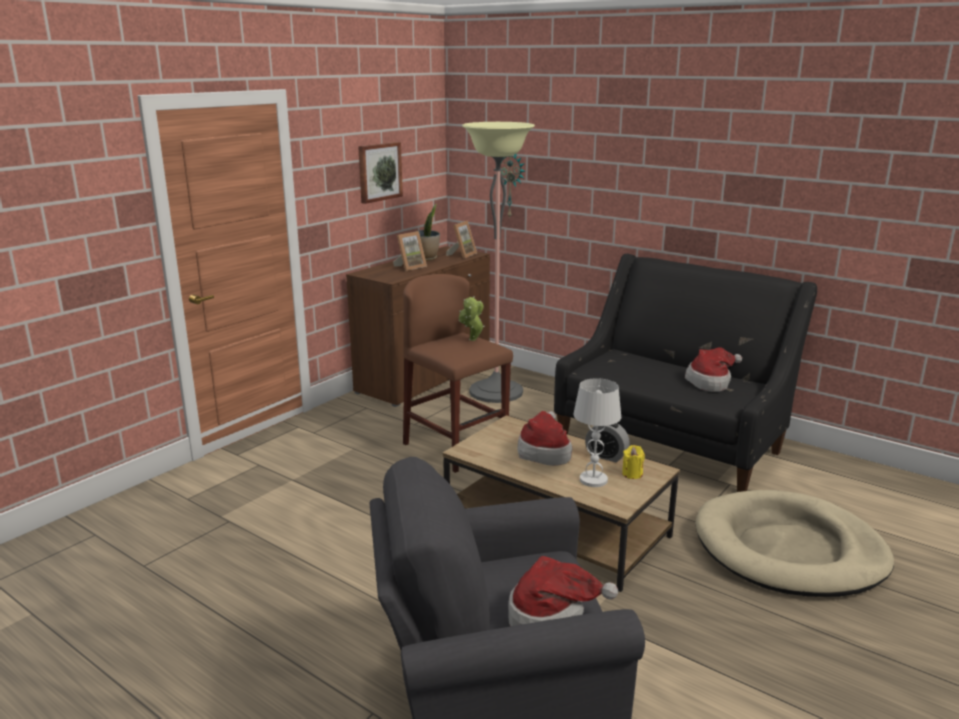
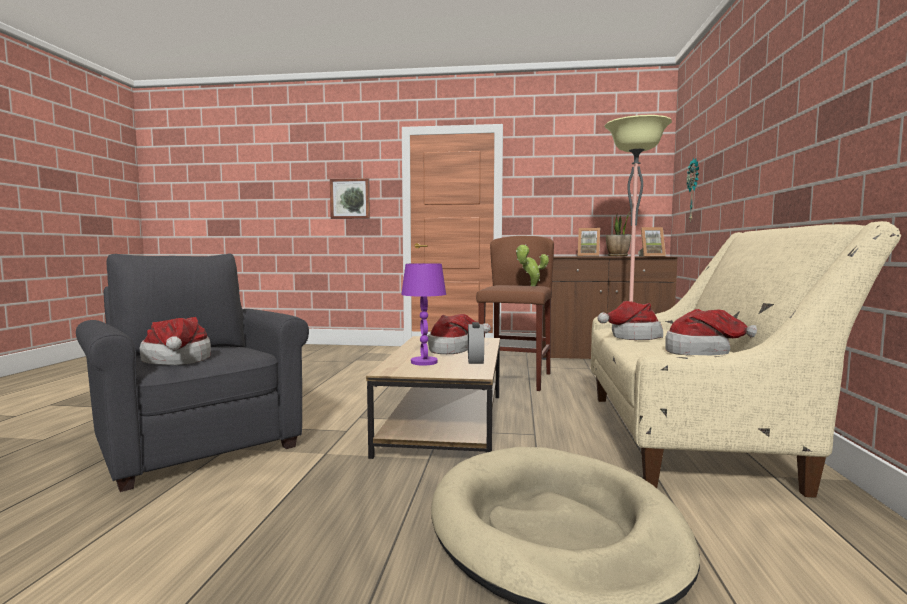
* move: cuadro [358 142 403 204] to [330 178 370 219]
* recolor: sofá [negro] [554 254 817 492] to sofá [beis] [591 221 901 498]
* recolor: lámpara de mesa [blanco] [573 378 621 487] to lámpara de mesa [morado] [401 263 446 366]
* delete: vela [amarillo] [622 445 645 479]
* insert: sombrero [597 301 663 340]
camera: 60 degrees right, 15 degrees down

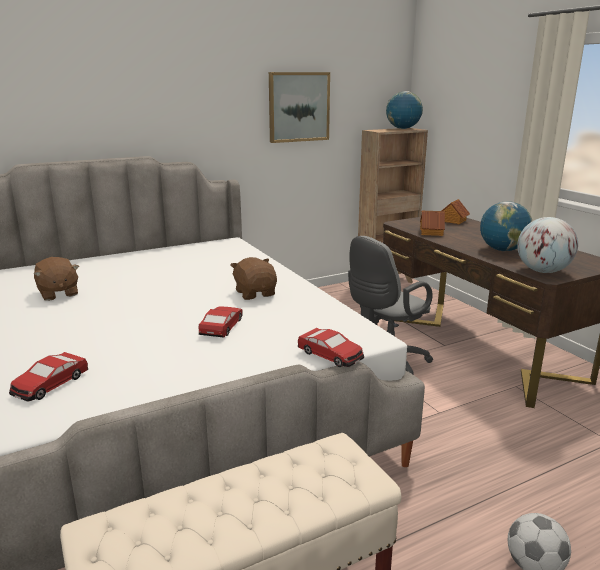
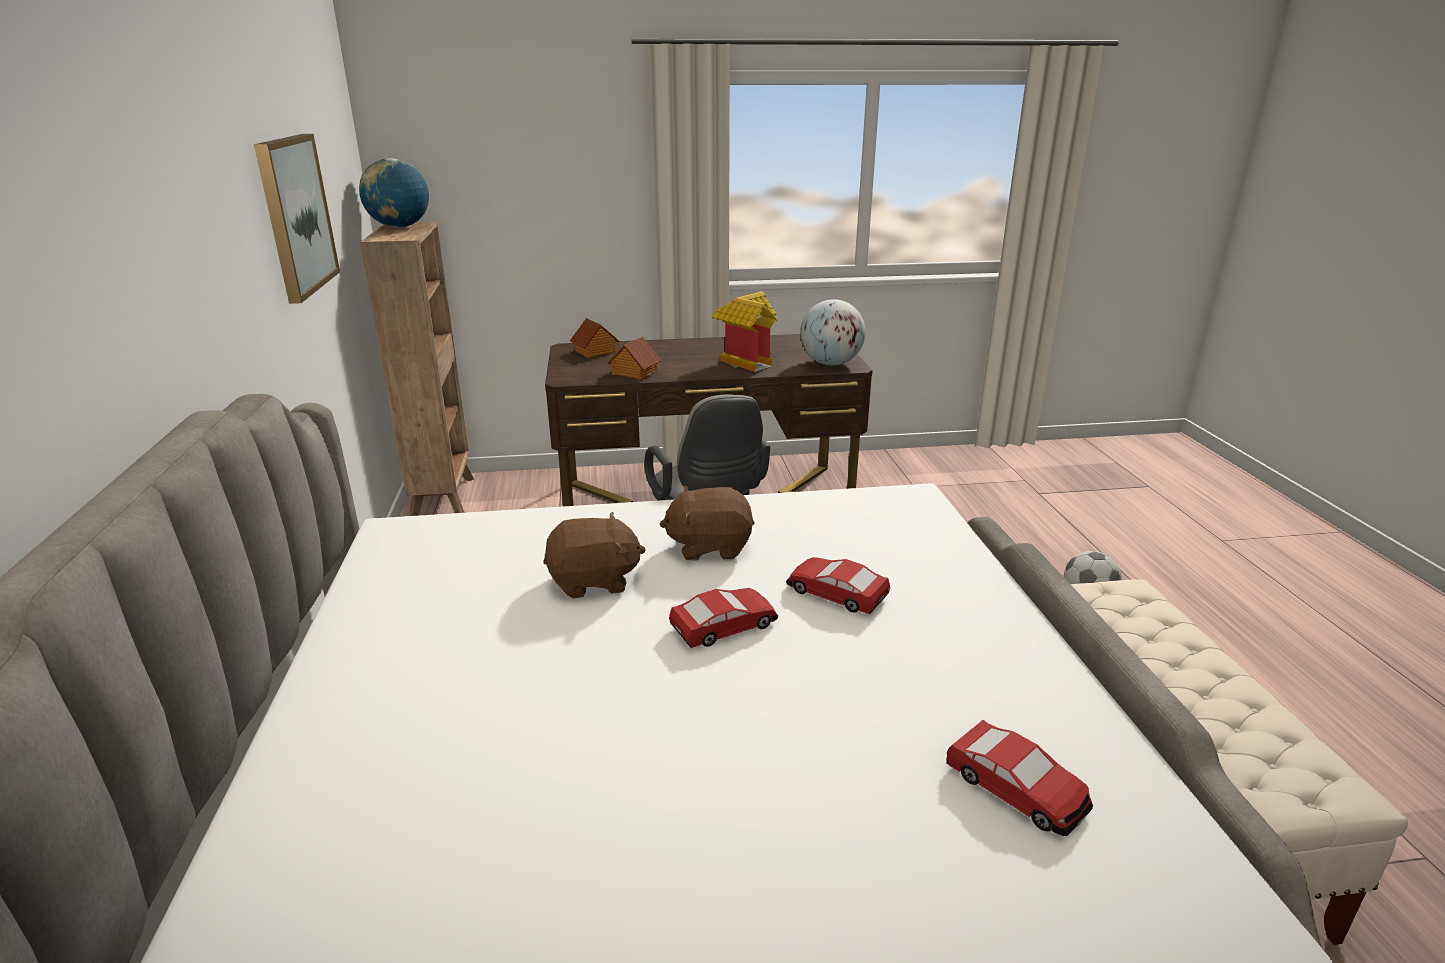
* replace: globo terráqueo [480 201 532 251] to casita [712 292 777 372]
* move: peluche [marrón] [34 257 79 301] to [543 512 646 598]
* move: coche de juguete [298 328 364 367] to [669 588 778 648]
camera: 70 degrees left, 5 degrees up

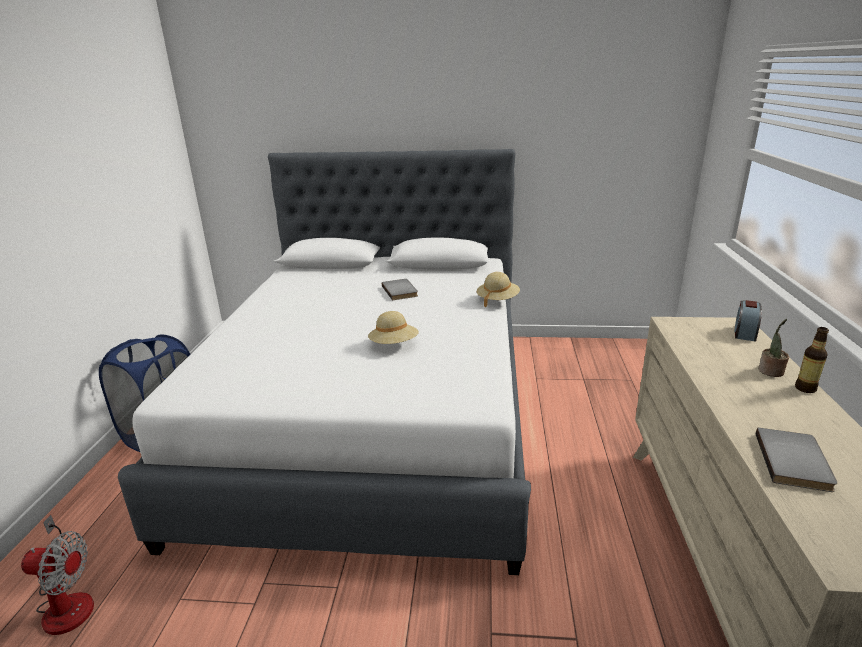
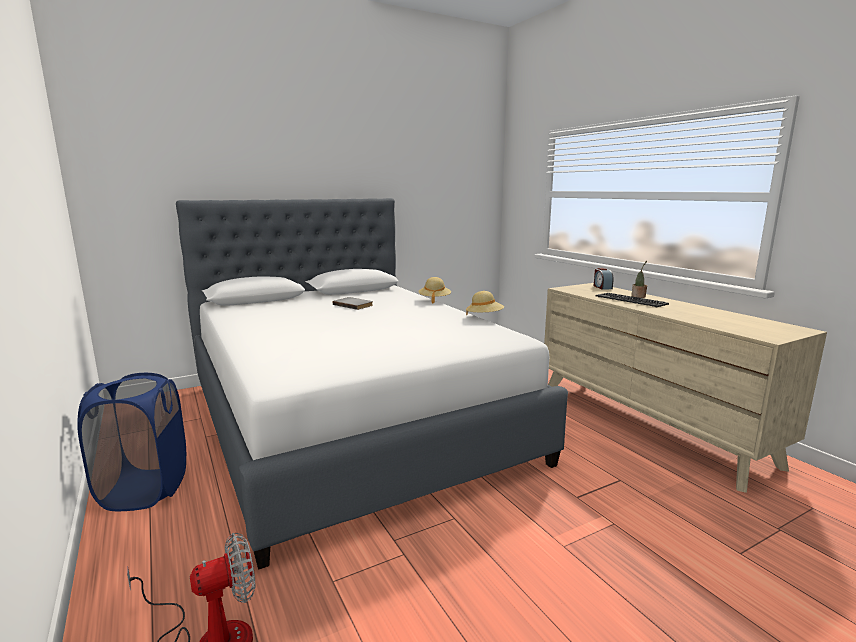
* move: sombrero [beis] [368 311 419 344] to [466 291 504 315]
* delete: botella [795 327 829 393]
* delete: libro [gris] [756 428 837 492]
* insert: teclado [596 293 669 308]
camera: 35 degrees left, 10 degrees down

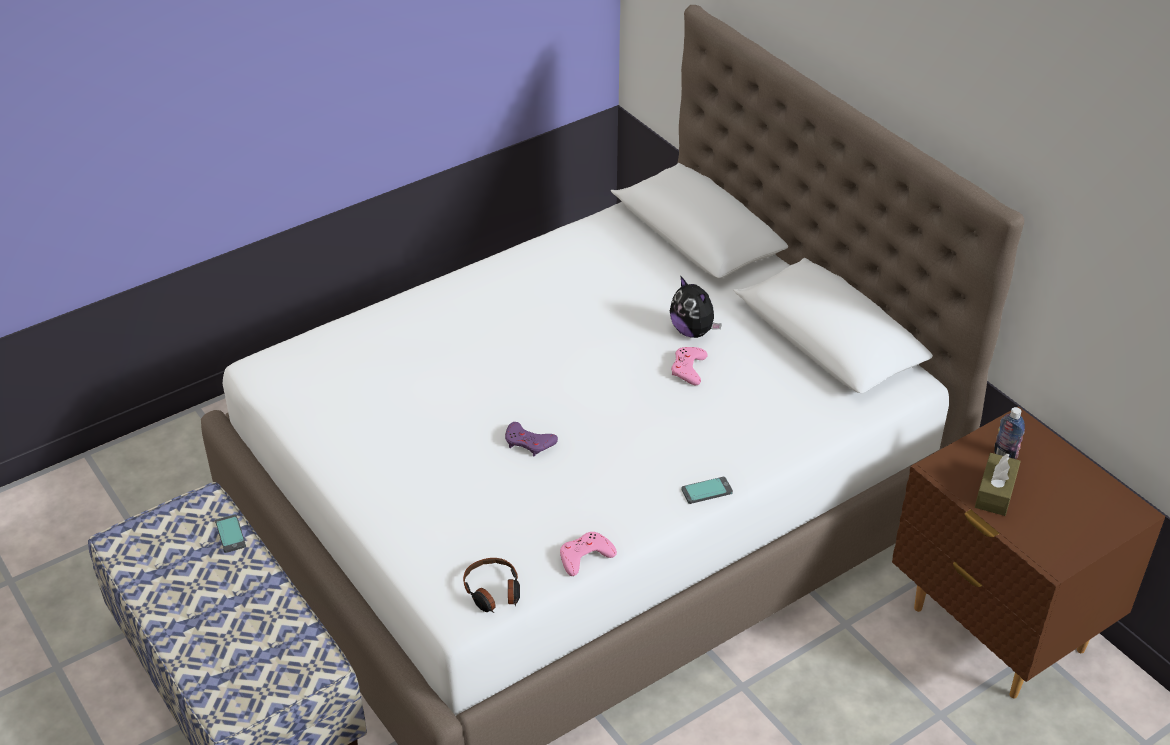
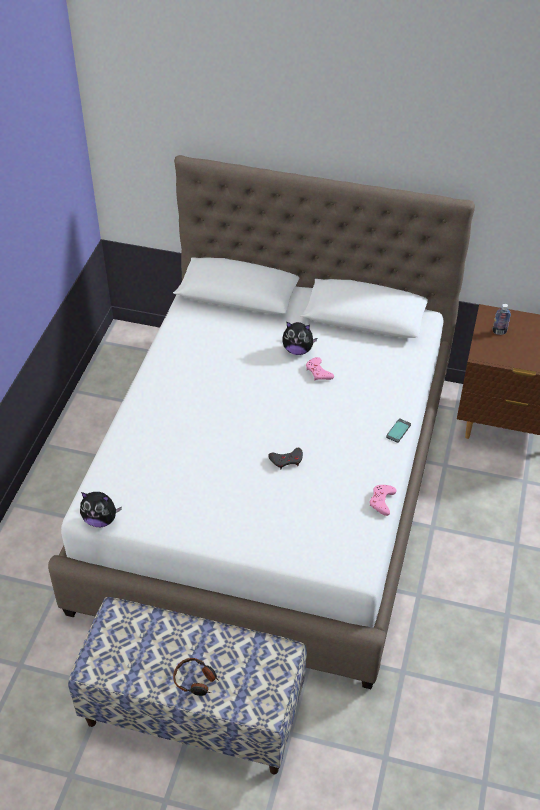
* recolor: mando de consola [morado] [505 422 558 457] to mando de consola [gris] [268 448 303 469]
* delete: caja de pañuelos [marrón] [975 453 1021 516]
* delete: móvil [215 514 246 553]
* move: auriculares [463 558 520 613] to [173 658 219 696]
* insert: peluche [80 492 122 527]
camera: 40 degrees left, 5 degrees up

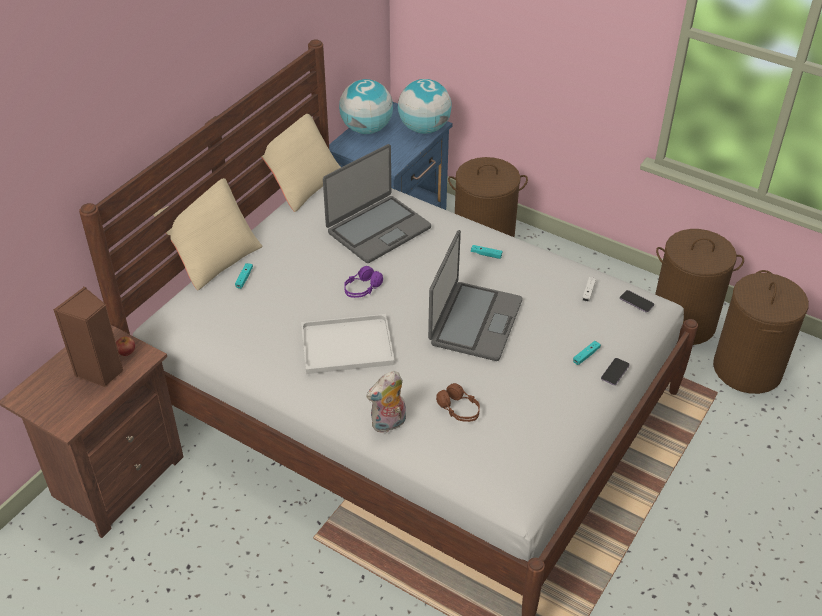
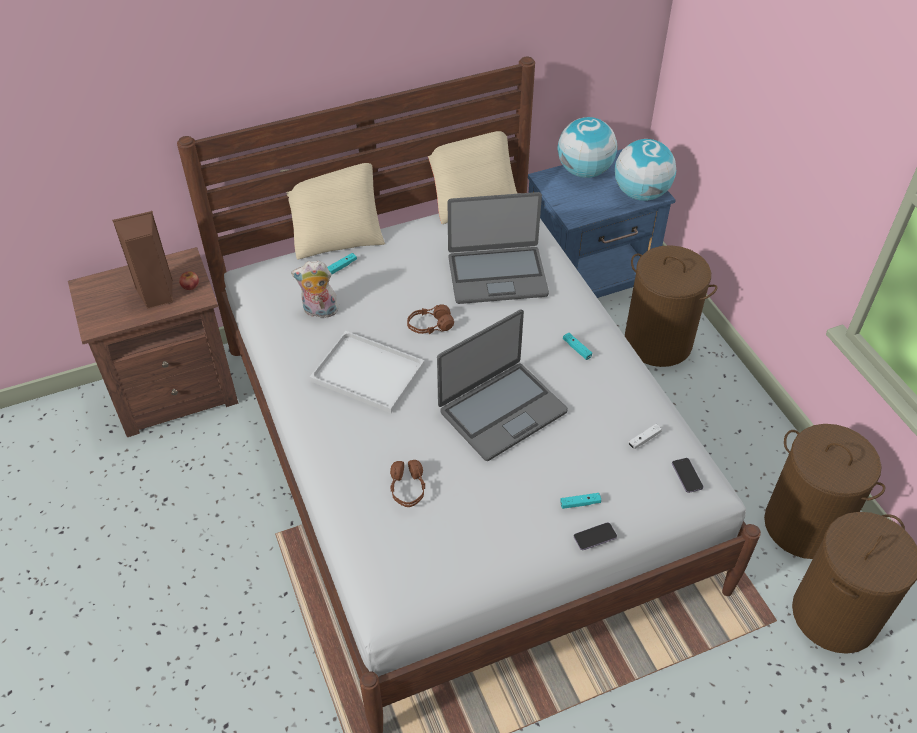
* recolor: auriculares [morado] [344 266 383 298] to auriculares [marrón] [407 305 454 334]
* move: peluche [366 371 406 434] to [291 261 338 318]
camera: 35 degrees right, 5 degrees up

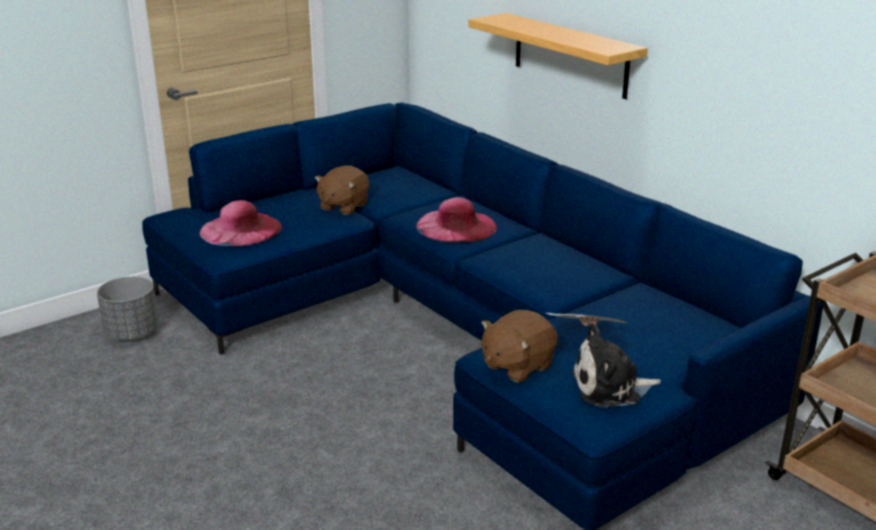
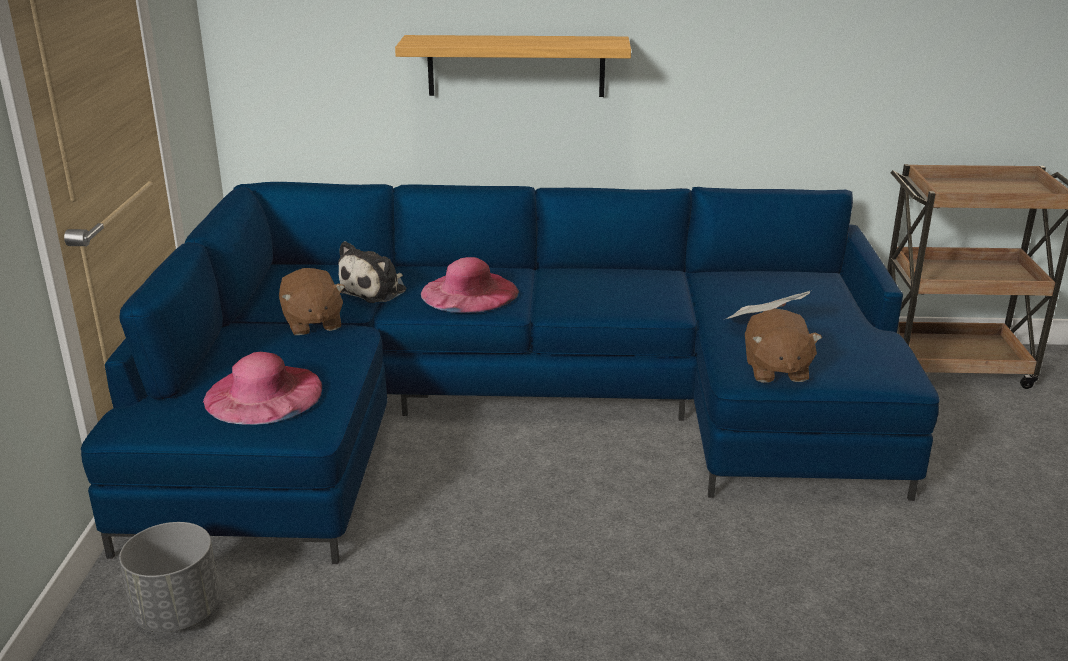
* move: peluche [572 324 661 407] to [338 241 406 303]
camera: 50 degrees left, 0 degrees up

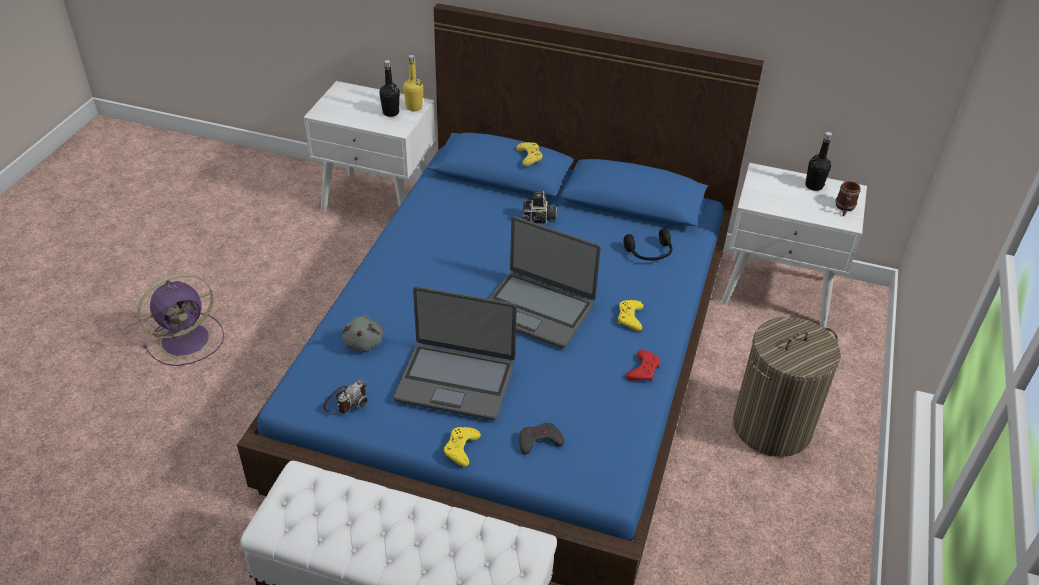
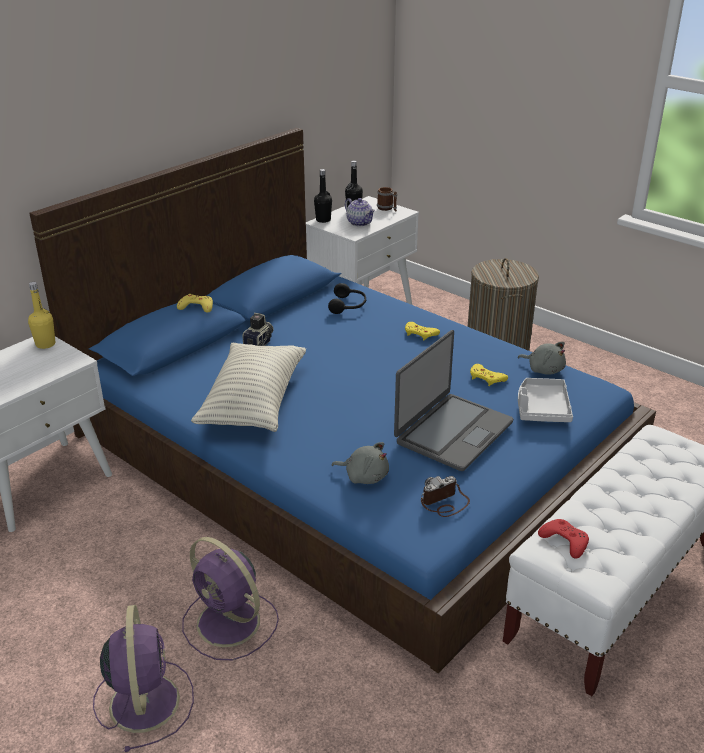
* move: botella [negro] [379 60 400 117] to [314 169 332 223]
* delete: portátil [489 216 601 349]
* move: mando de consola [rojo] [626 350 660 381] to [538 519 589 559]
* rotate: cámara [323 380 368 413] = [421 476 470 517] 90 degrees counterclockwise
* replace: mando de consola [gris] [519 423 564 455] to bandeja [gris] [518 378 573 422]
* move: mando de consola [amarillo] [444 427 481 467] to [470 364 508 386]
* insert: tetera [345 198 375 226]
* insert: peluche [gris] [518 342 566 375]
* insert: cojín [191 343 306 432]
* insert: ventilador [morado] [182 537 279 660]
camera: 65 degrees left, 10 degrees down

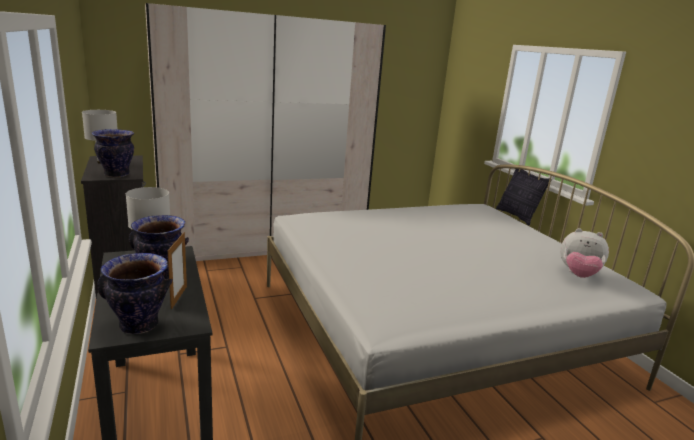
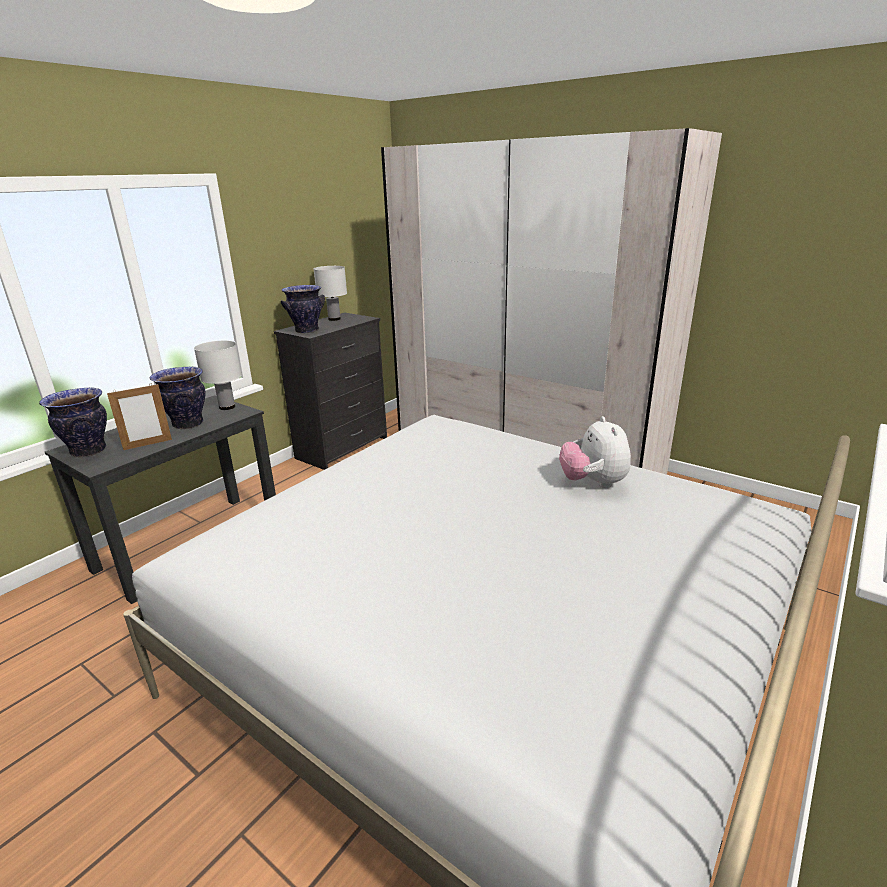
* delete: cojín [496 169 552 226]
* move: peluche [560 228 609 278] to [559 416 631 488]
camera: 60 degrees right, 5 degrees up

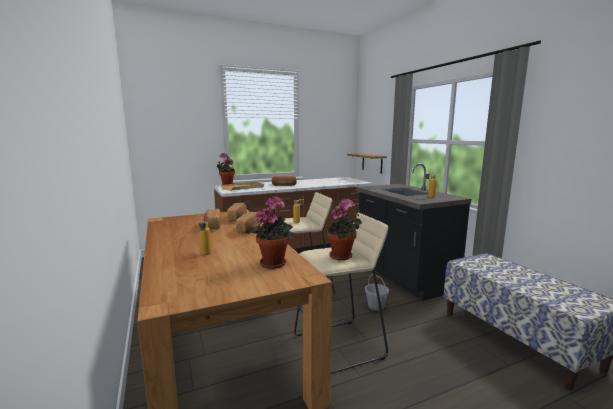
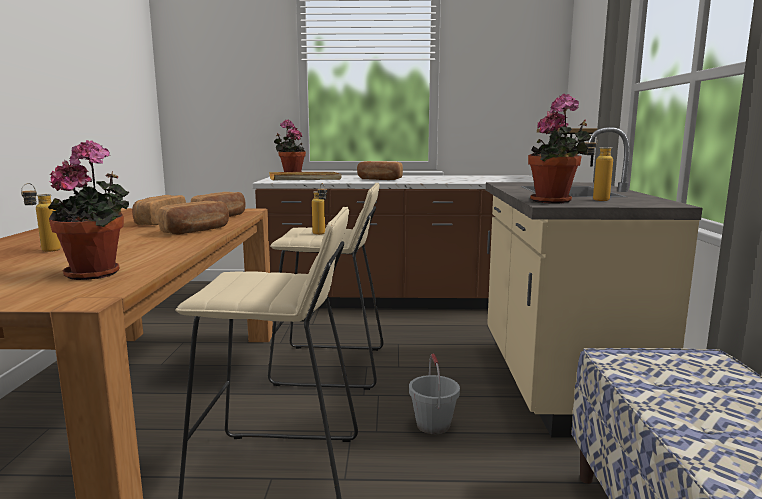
* recolor: mueble bajo de cocina [negro] [356 163 471 301] to mueble bajo de cocina [beis] [486 127 703 438]
* move: planta en maceta [327 198 362 260] to [528 94 591 204]
camera: 25 degrees right, 0 degrees up

